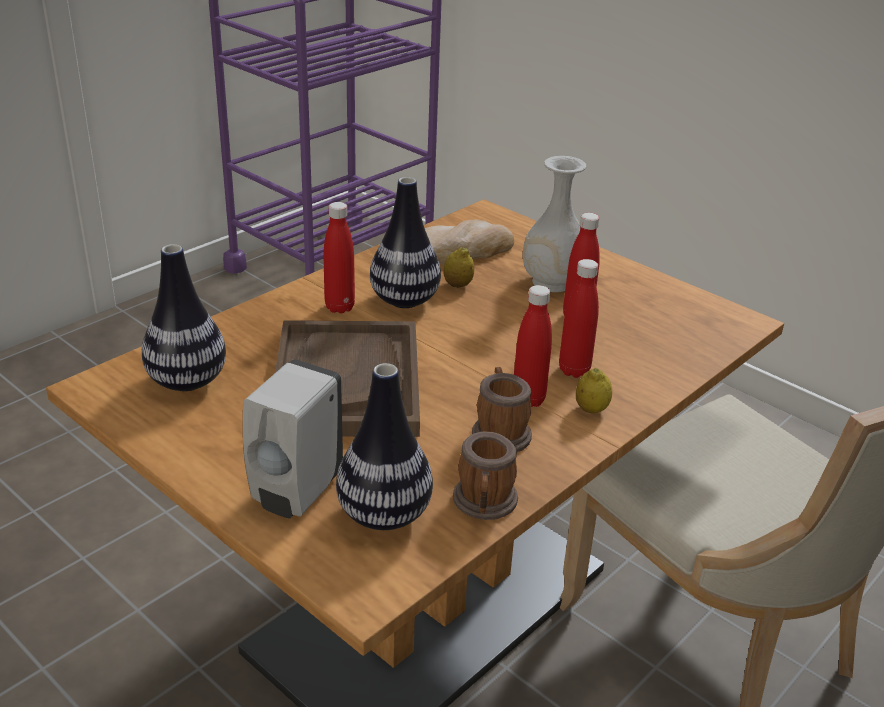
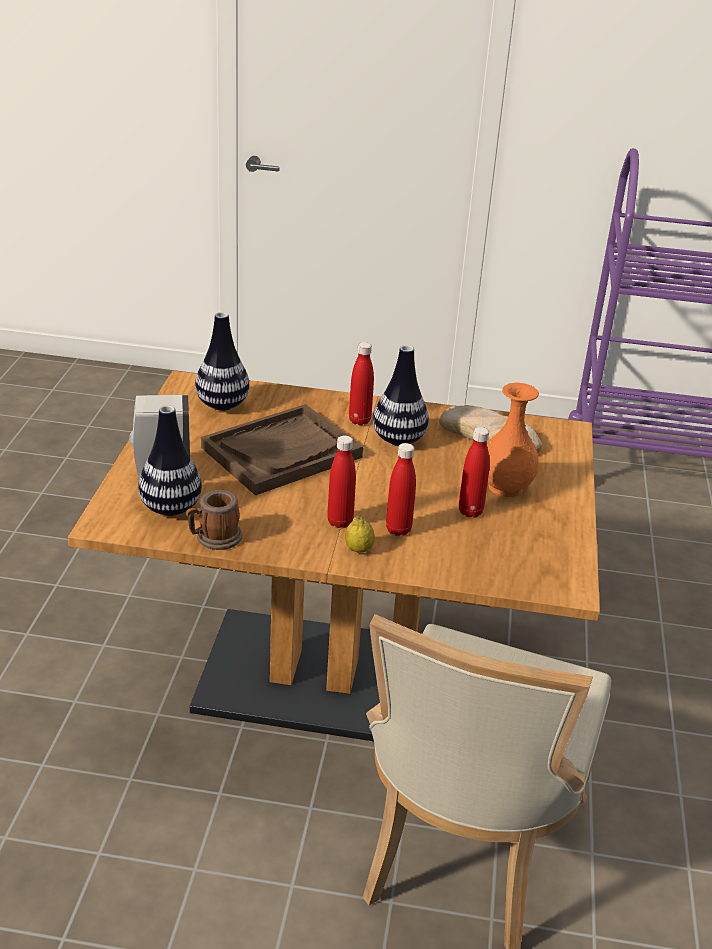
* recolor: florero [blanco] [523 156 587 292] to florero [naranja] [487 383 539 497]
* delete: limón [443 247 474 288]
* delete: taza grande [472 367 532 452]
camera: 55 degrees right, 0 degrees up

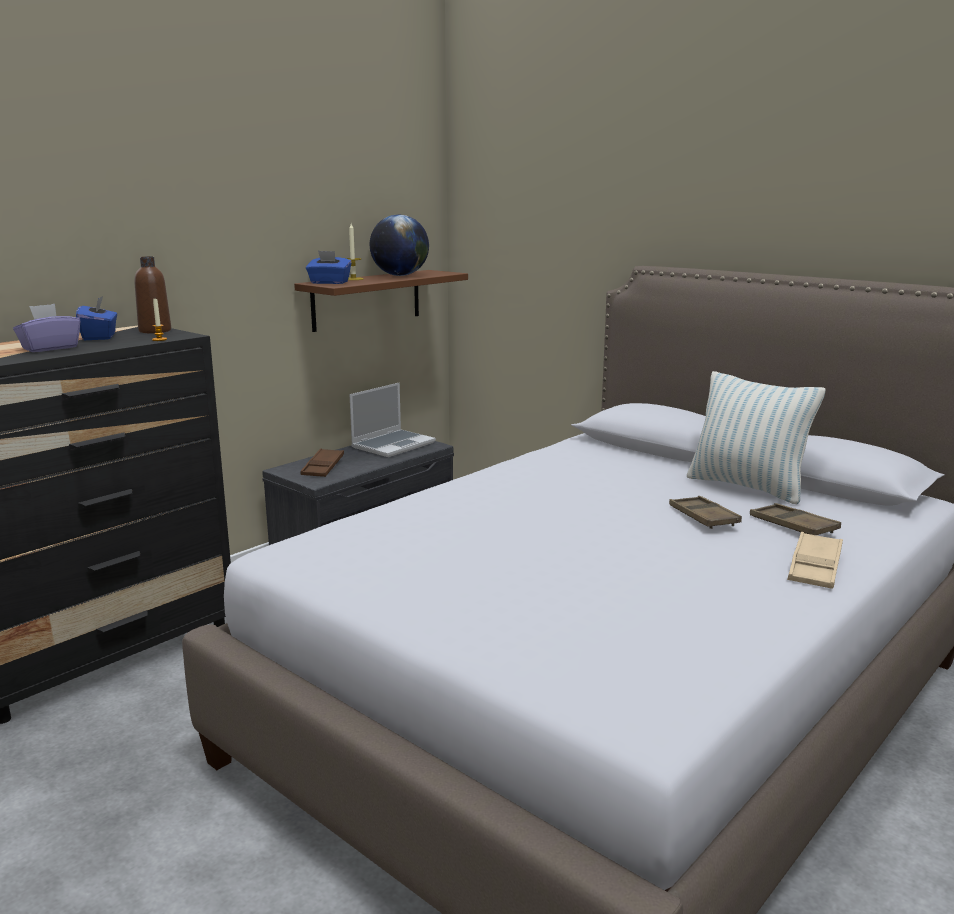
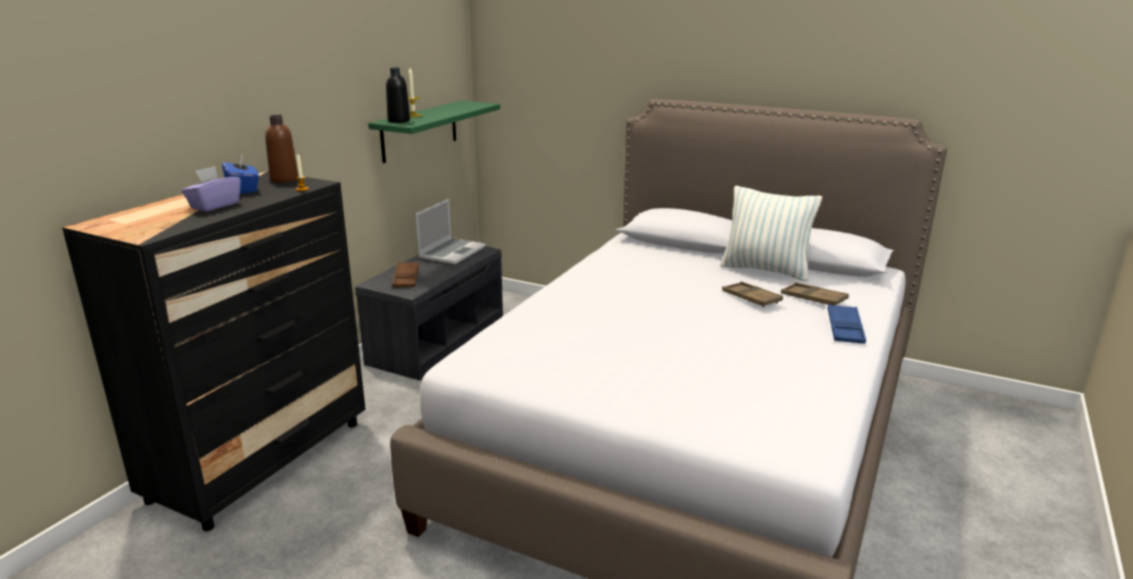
* delete: globo terráqueo [370 214 429 276]
* replace: caja de pañuelos [azul] [306 251 351 284] to botella [negro] [386 68 410 123]
* recolor: estante [marrón] [294 270 468 332] to estante [verde] [368 101 500 163]
* recolor: bandeja [beis] [787 532 843 589] to bandeja [azul] [828 304 866 344]
camera: 15 degrees left, 5 degrees up

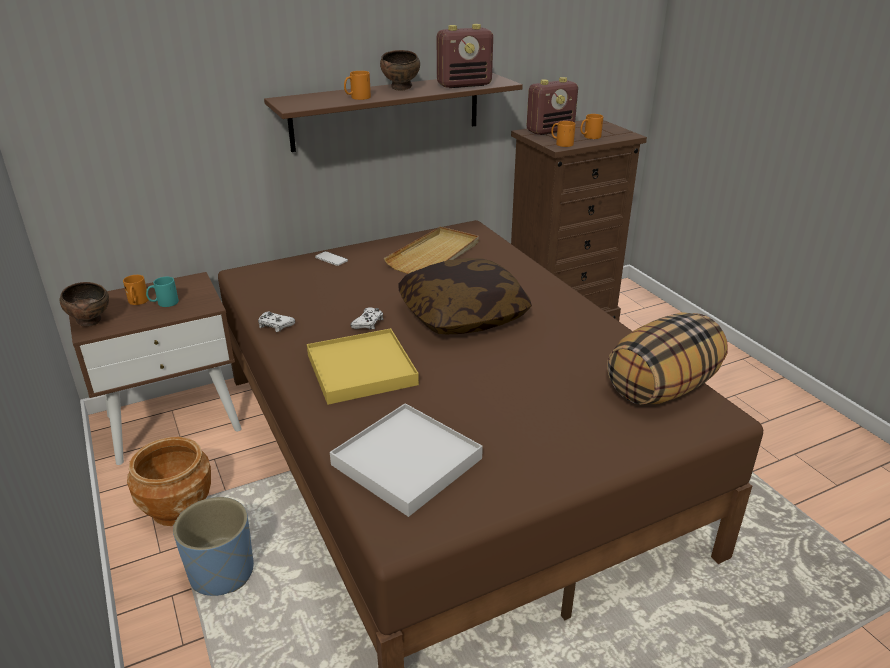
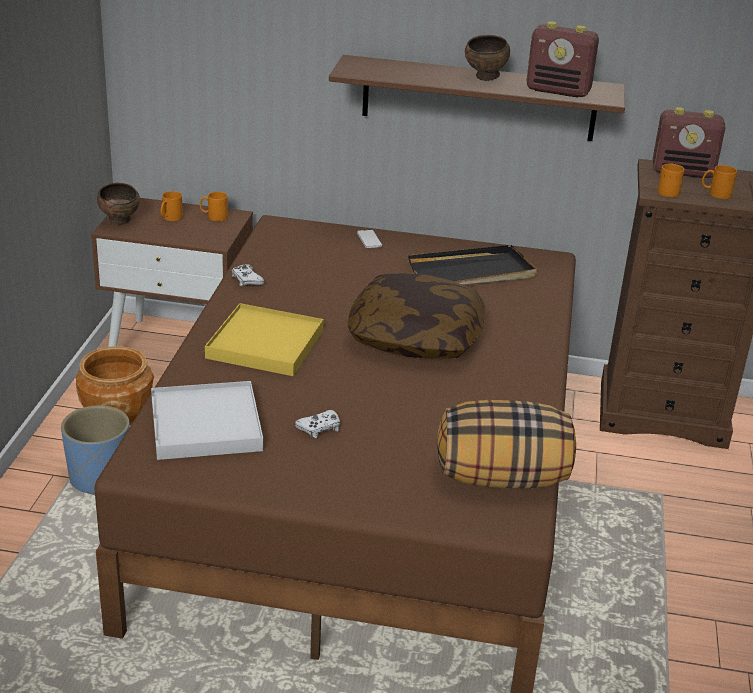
* move: taza grande [naranja] [344 71 371 100] to [199 192 228 221]
* recolor: bandeja [beis] [384 227 479 274] to bandeja [negro] [408 245 537 285]
* delete: taza grande [turquesa] [146 277 179 307]
* move: mando de consola [blanco] [350 307 383 330] to [295 410 340 438]
camera: 35 degrees right, 0 degrees up

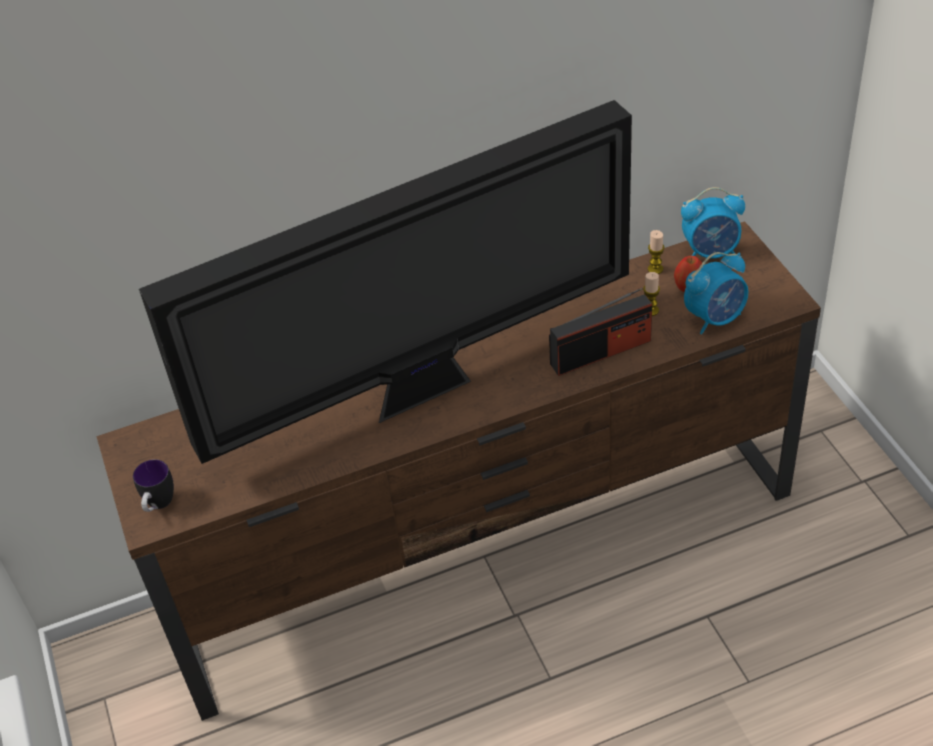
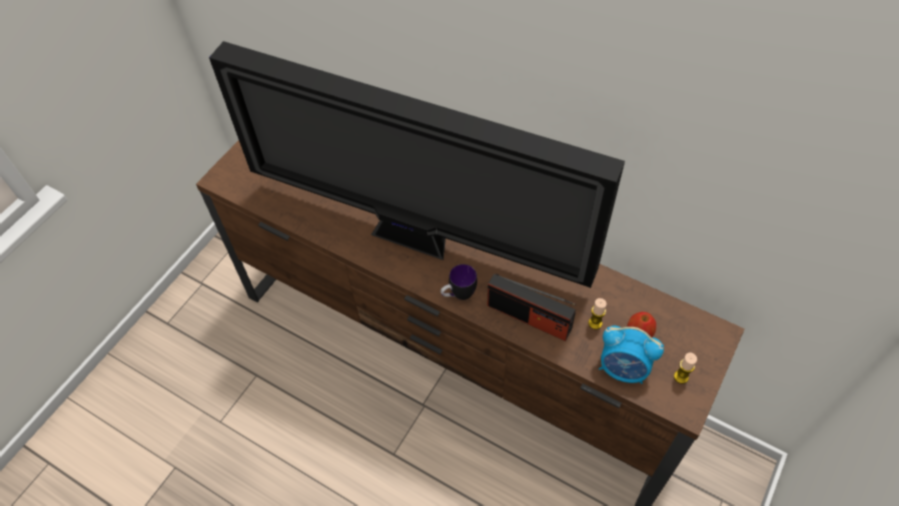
* delete: despertador [681 187 745 259]
* move: vela [648 230 665 274] to [674 352 697 384]
* move: taza grande [133 459 174 512] to [440 264 477 300]
camera: 50 degrees right, 10 degrees up

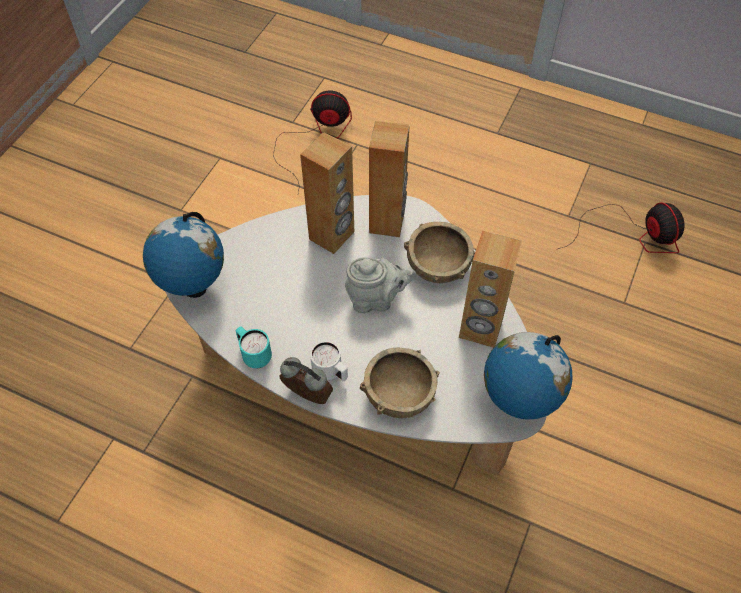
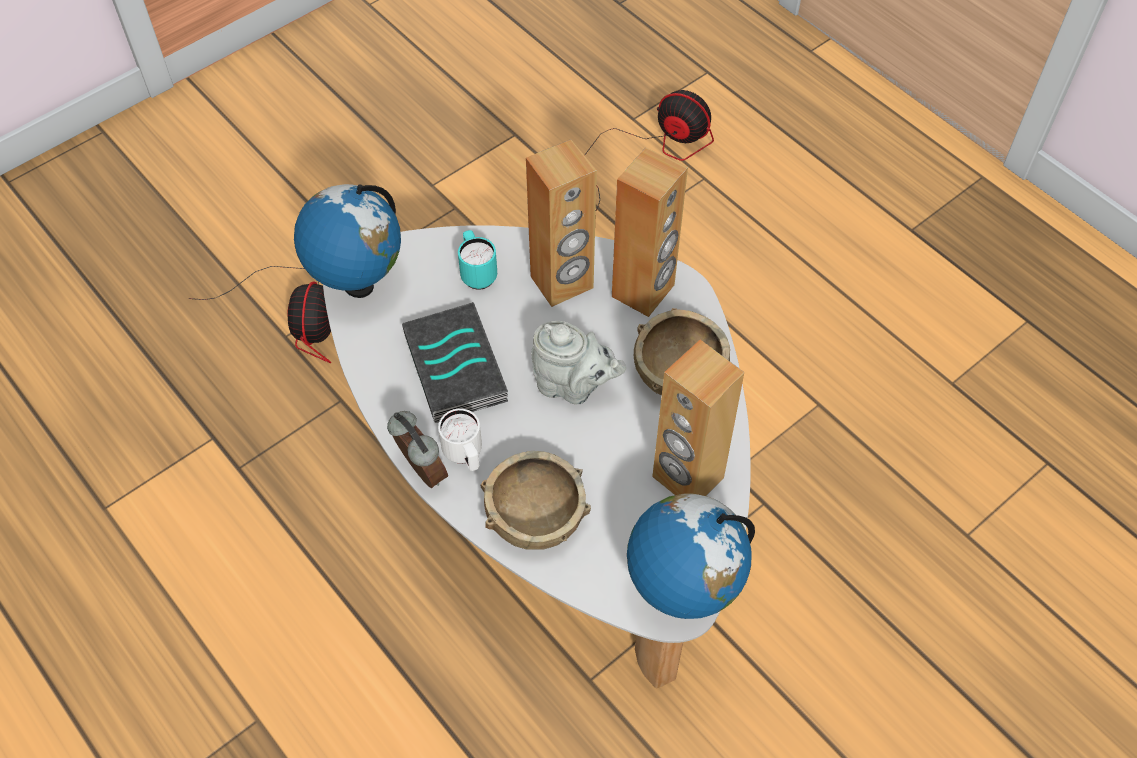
* move: ventilador [558 202 685 253] to [188 266 331 363]
* move: taza grande [turquesa] [236 327 272 369] to [458 230 497 290]
* insert: libro [402 302 508 423]
camera: 25 degrees right, 0 degrees up

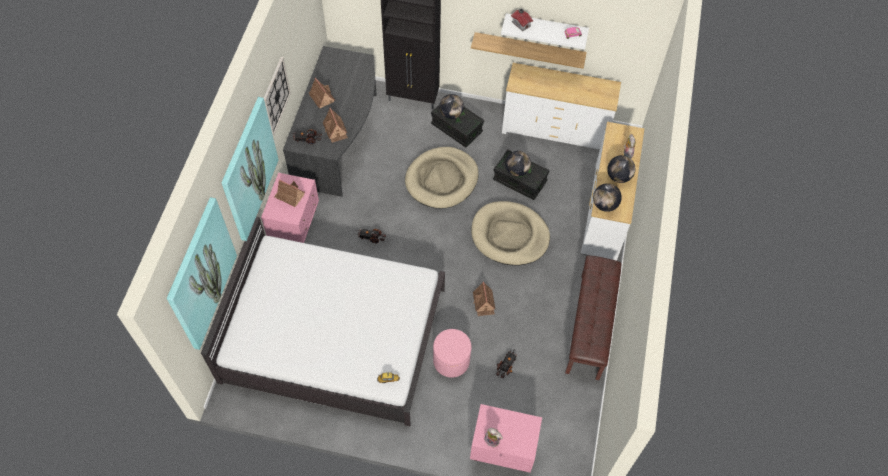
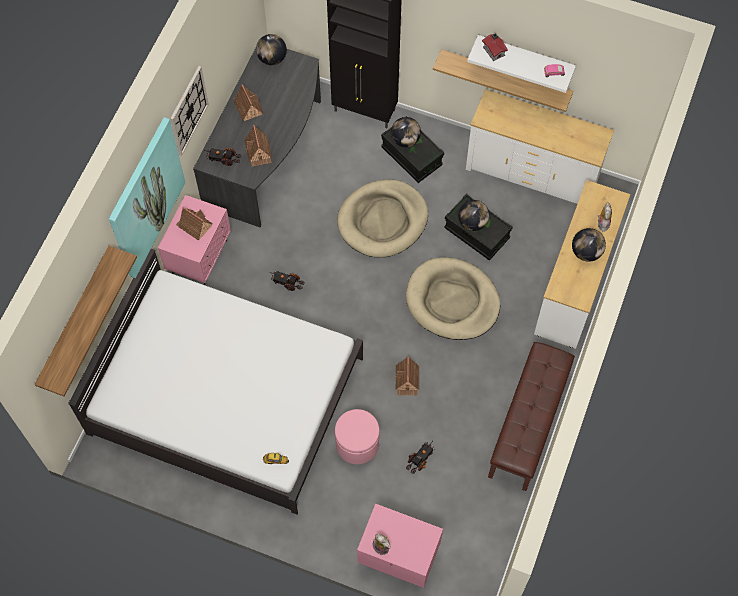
* move: globo terráqueo [593 183 622 212] to [256 34 287 65]
* replace: cuadro [167 197 237 350] to estante [35 246 137 397]
camera: 10 degrees right, 5 degrees up

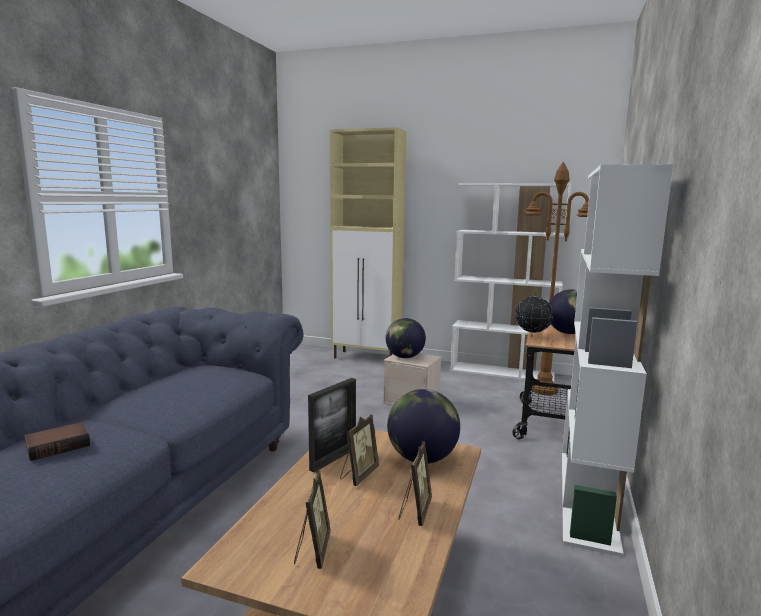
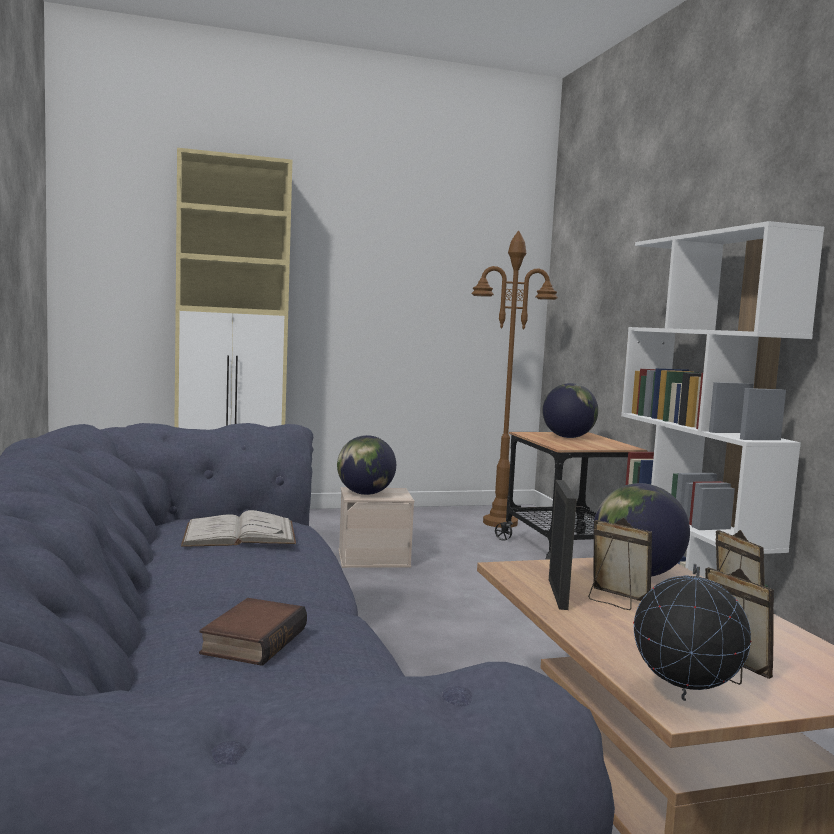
* delete: estantería [blanco] [450 183 572 382]
* move: globo terráqueo [515 292 553 337] to [633 564 751 701]
* rotate: portarretratos [340 414 379 486] = [588 518 652 610] 45 degrees counterclockwise
* insert: libro [blanco] [181 510 296 547]
camera: 35 degrees left, 5 degrees down

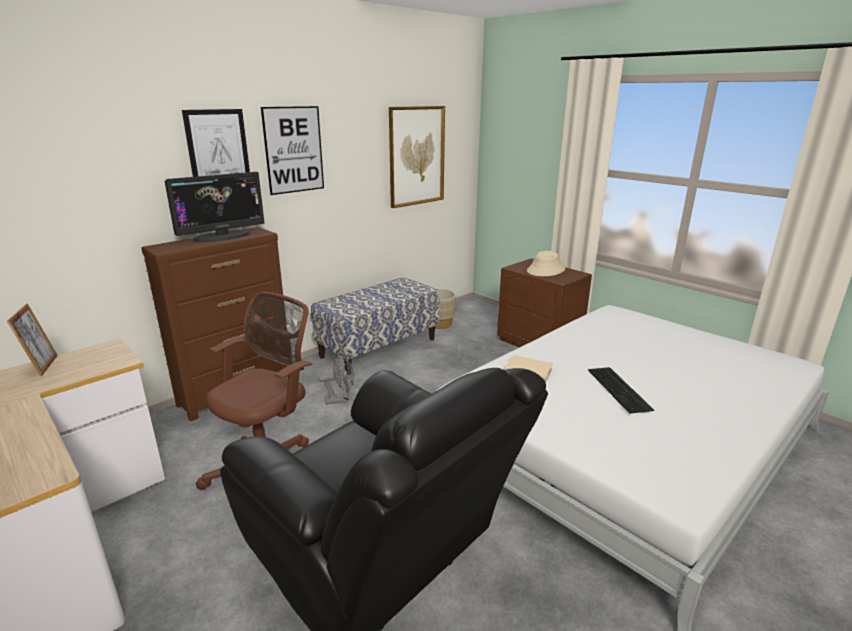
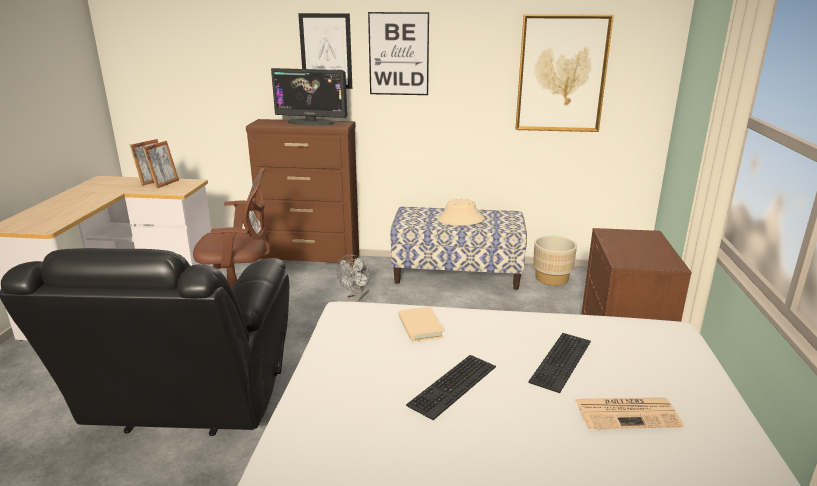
* move: sombrero [beis] [527 251 565 276] to [438 199 485 226]
* rotate: ventilador [gris] [318 355 354 404] = [337 255 370 301] 75 degrees clockwise
* insert: portarretratos [143 141 179 189]
* insert: teclado [528 333 591 393]
* insert: periódico [575 398 684 429]
camera: 50 degrees right, 0 degrees up

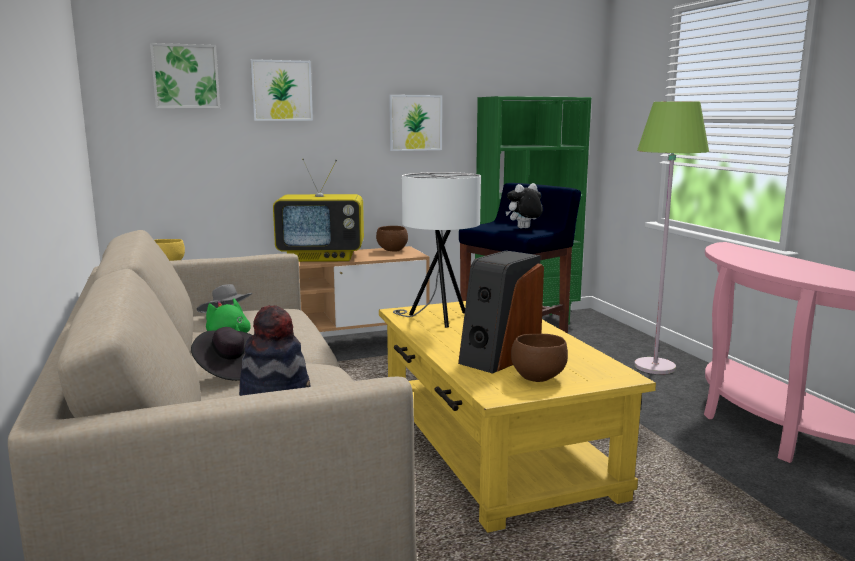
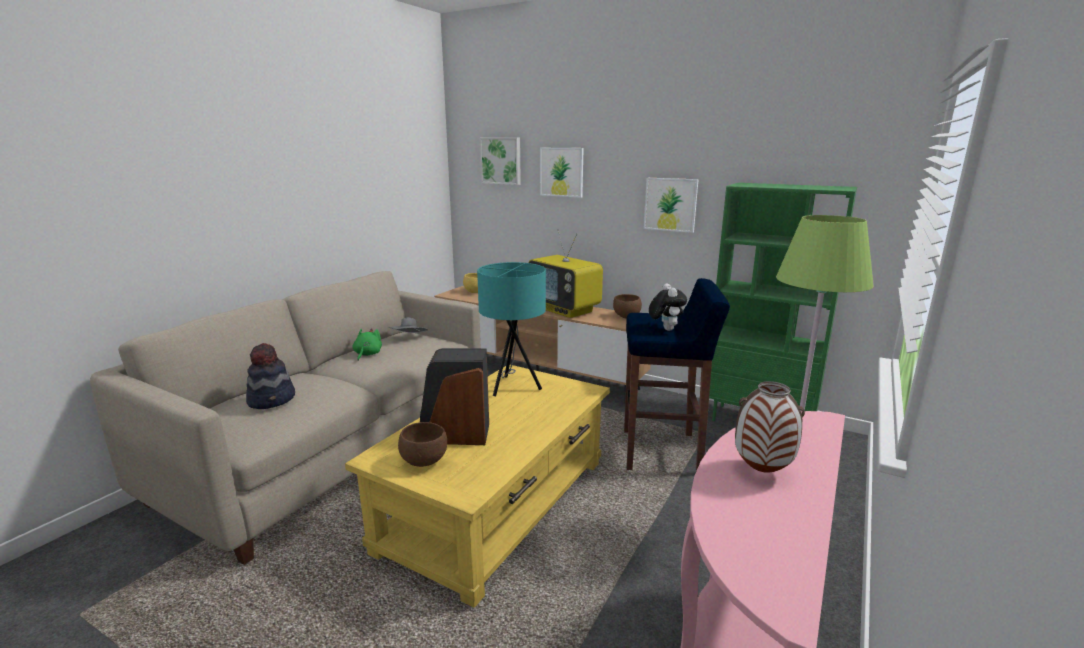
* recolor: lámpara de mesa [blanco] [393 172 481 328] to lámpara de mesa [turquesa] [477 262 546 396]
* rotate: peluche [506 183 543 229] = [649 283 687 331] 60 degrees clockwise
* delete: sombrero [negro] [191 327 252 381]
* insert: florero [735 381 805 472]
camera: 50 degrees right, 5 degrees up

